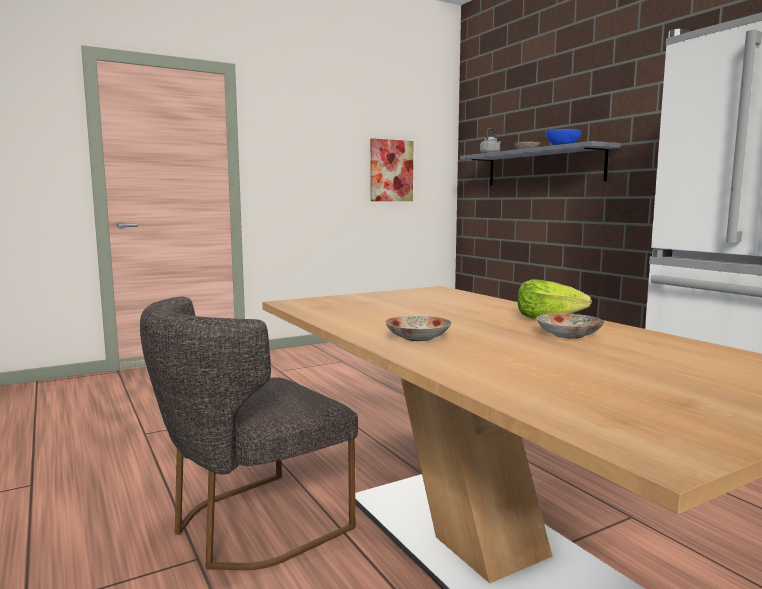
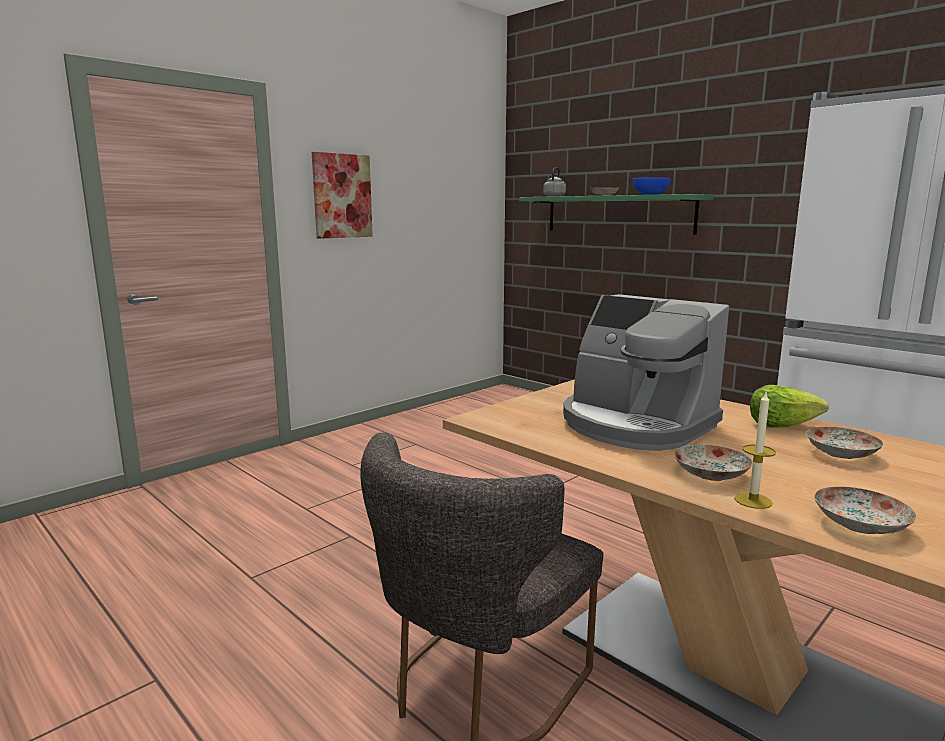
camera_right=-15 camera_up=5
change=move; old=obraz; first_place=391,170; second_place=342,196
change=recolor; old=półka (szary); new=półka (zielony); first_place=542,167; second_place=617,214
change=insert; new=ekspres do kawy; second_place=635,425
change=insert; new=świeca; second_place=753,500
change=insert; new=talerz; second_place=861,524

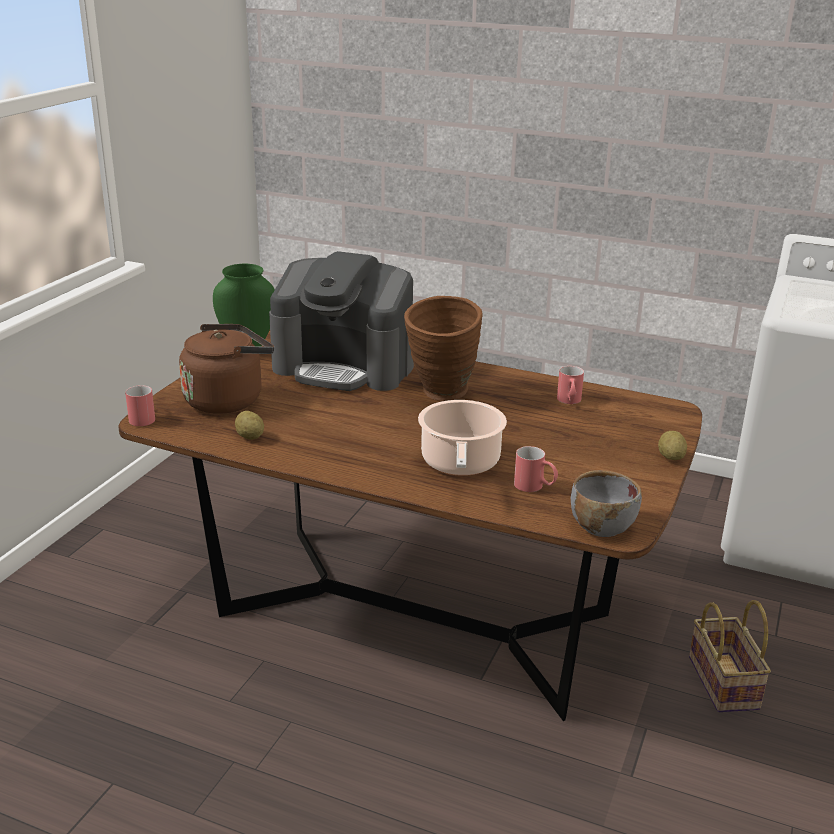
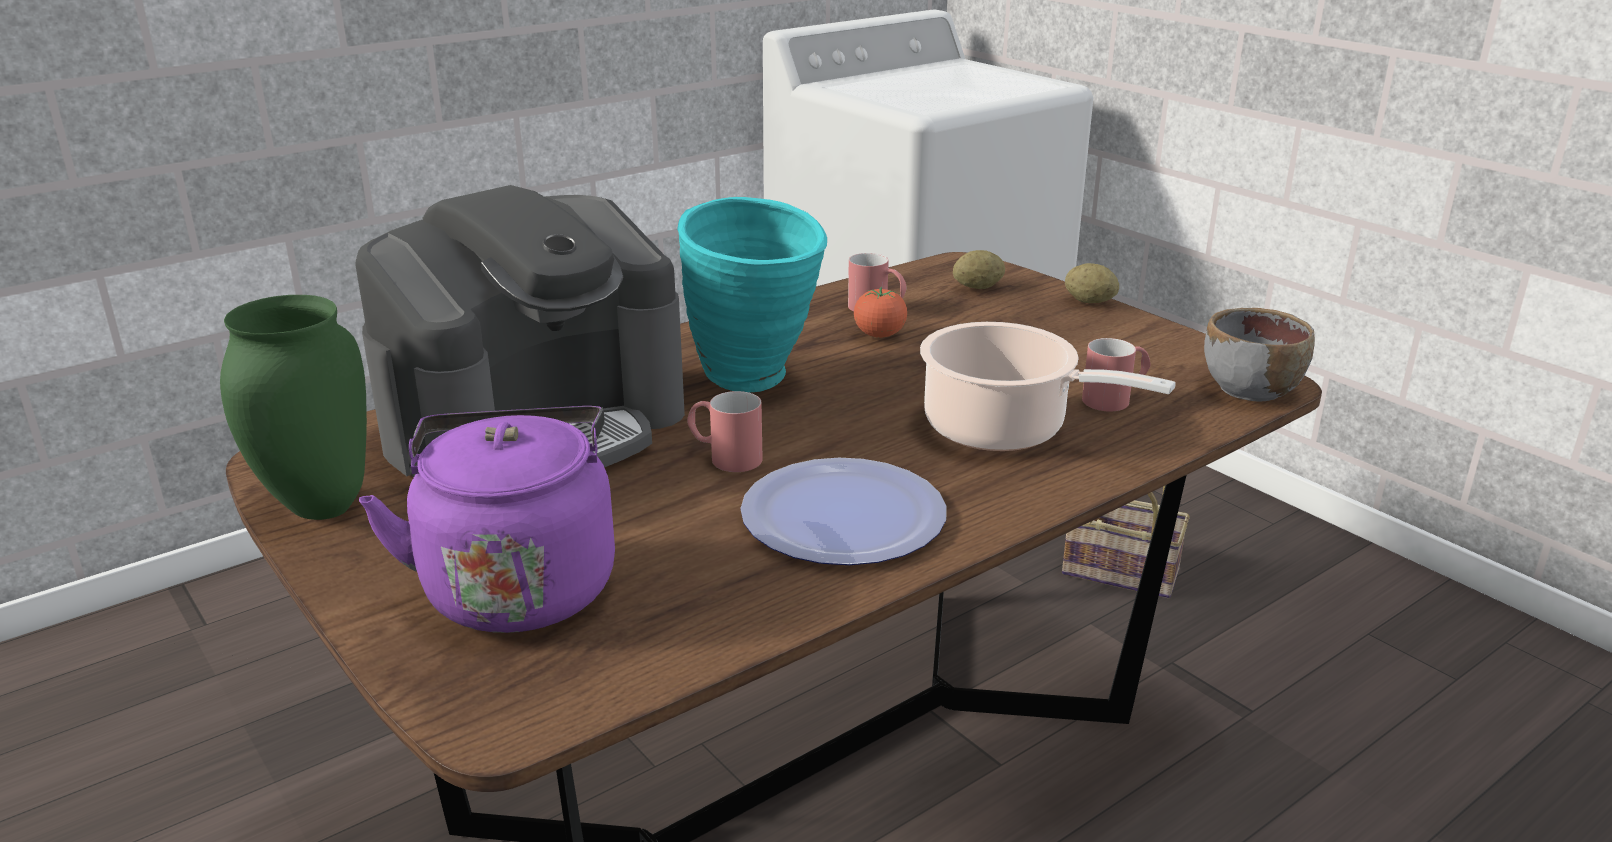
camera_right=-60 camera_up=0
change=recolor; old=wazon (brązowy); new=wazon (turkusowy); first_place=441,396; second_place=756,382
change=recolor; old=czajnik (brązowy); new=czajnik (fioletowy); first_place=227,399; second_place=519,583
change=move; old=kubek (czerwony); first_place=143,417; second_place=724,457
change=move; old=ziemniak; first_place=250,437; second_place=977,287
change=insert; new=pomidor; second_place=879,335
change=insert; new=talerz; second_place=844,516

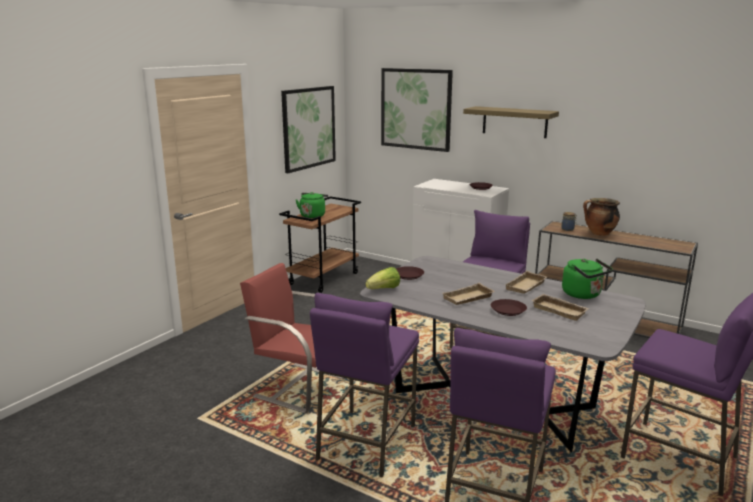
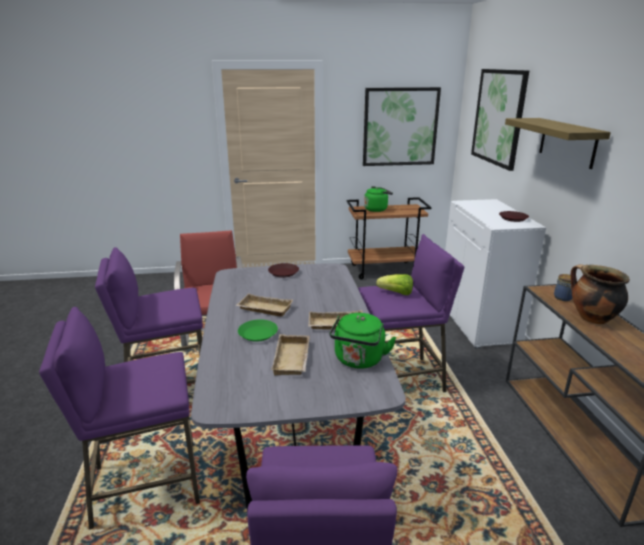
camera_right=50 camera_up=5
change=move; old=sałata; first_place=384,289; second_place=396,293
change=recolor; old=talerz (brązowy); new=talerz (zielony); first_place=508,310; second_place=258,334

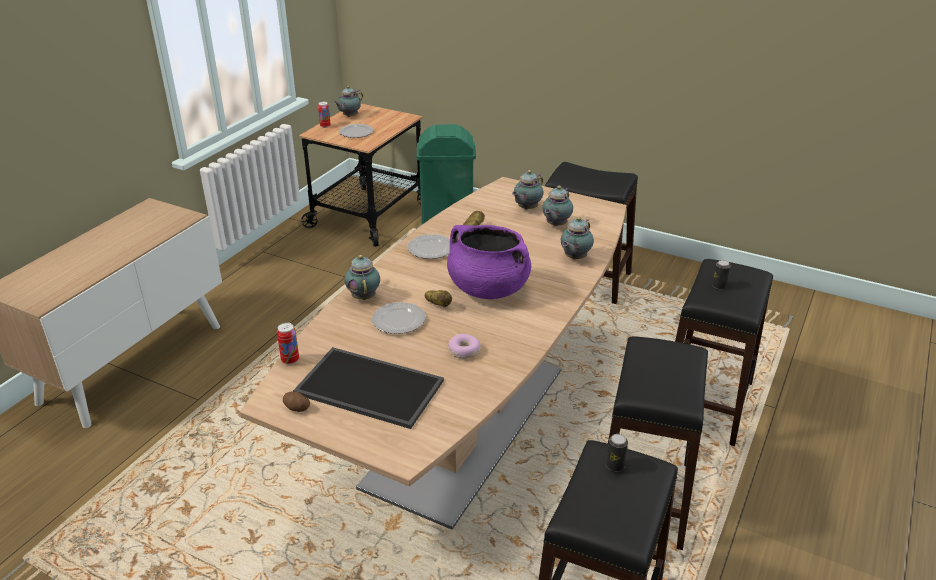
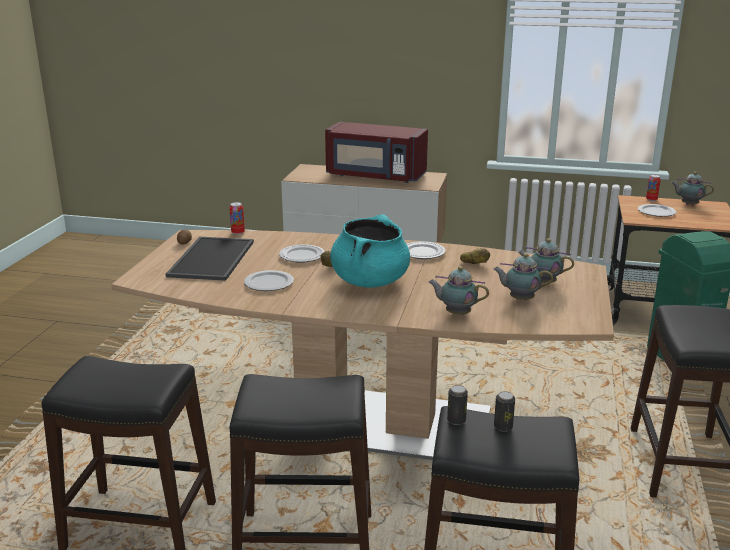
camera_right=75 camera_up=-10
change=recolor; old=garnek (fioletowy); new=garnek (turkusowy); first_place=487,289; second_place=370,281
change=delete; old=imbryk; first_place=364,296
change=replace; old=donut; new=talerz; first_place=464,351; second_place=268,283
change=move; old=puszka; first_place=615,465; second_place=456,420
change=insert; new=mikrofalówka (czerwony); second_place=375,176

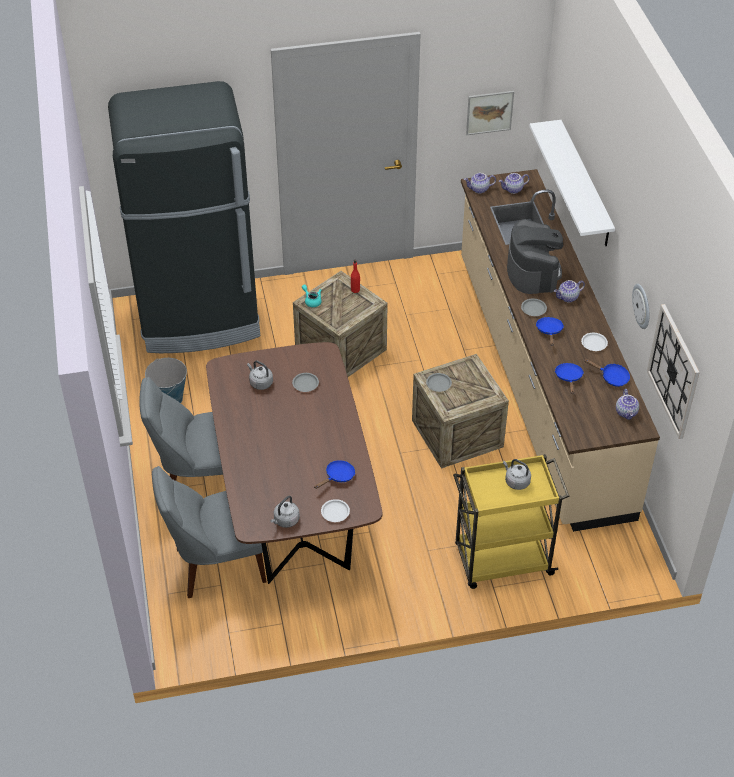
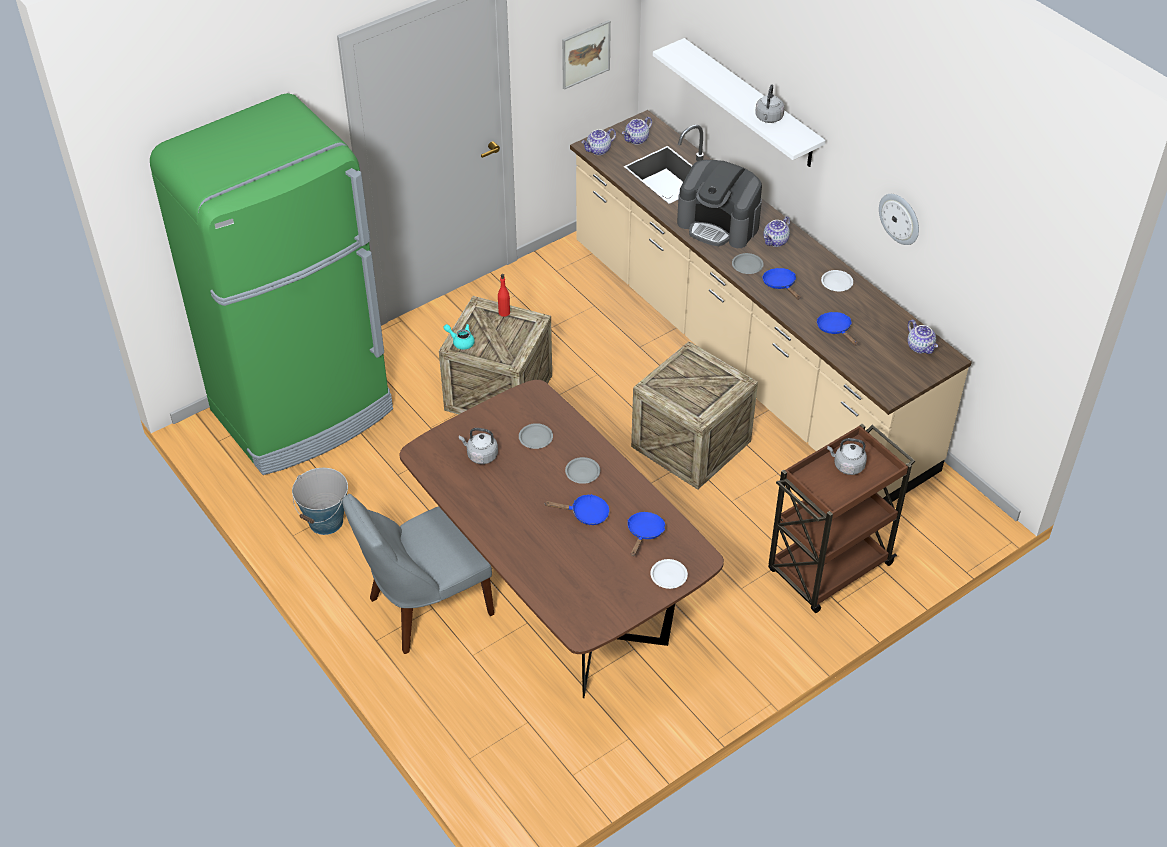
camera_right=-25 camera_up=0
change=recolor; old=lodówka (czarny); new=lodówka (zielony); first_place=199,318; second_place=304,412
change=rotate; old=ekspres do kawy; first_place=533,271; second_place=719,224; degrees=150
change=delete; old=zegar ścienny; first_place=674,371
change=move; old=patelnia (niebieski); first_place=611,377; second_place=585,514
change=move; old=talerz (szary); first_place=439,384; second_place=583,472
change=recolor; old=wózek (żółty); new=wózek (brązowy); first_place=501,561; second_place=828,569
change=delete; old=krzesło (szary); first_place=215,565
change=move; old=czajnik (szary); first_place=285,521; second_place=768,118

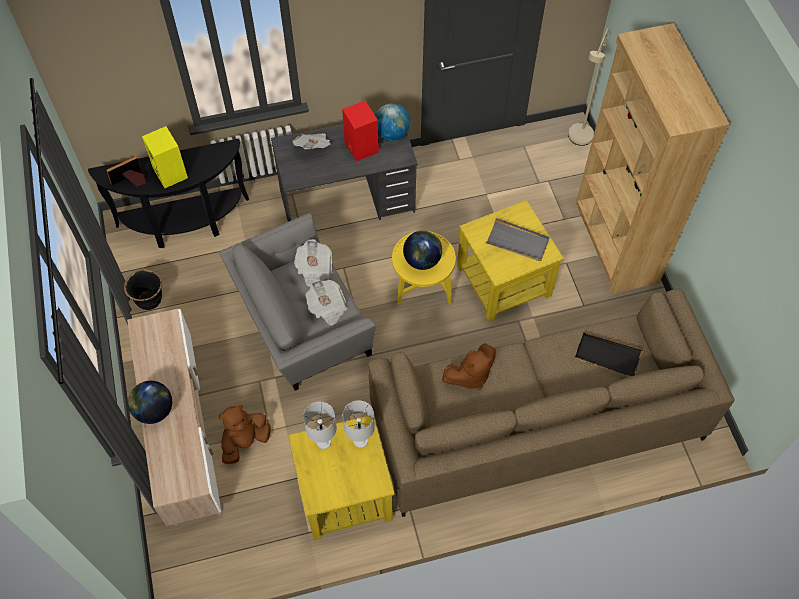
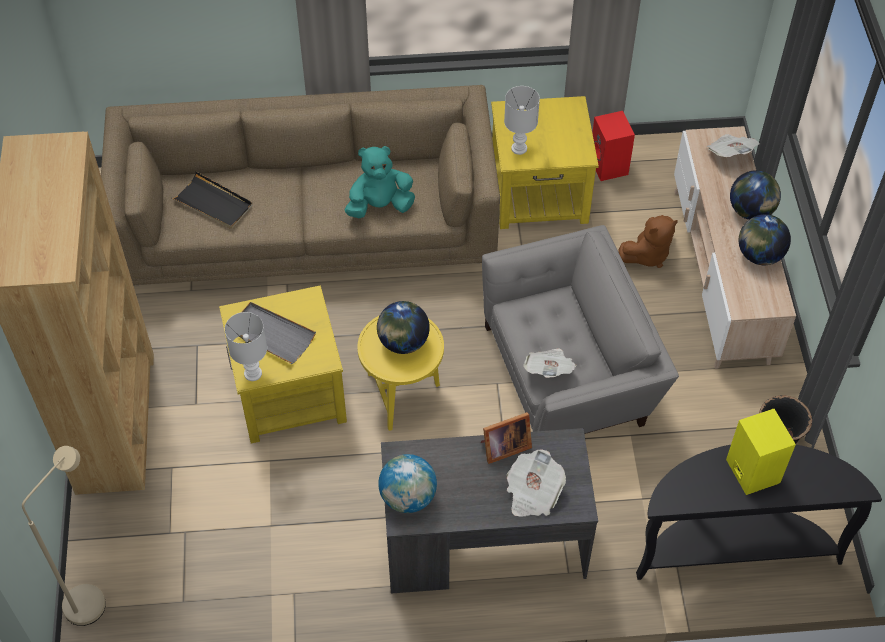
camera_right=-170 camera_up=-5
change=move; old=głośnik (czerwony); first_place=360,146; second_place=609,166
change=move; old=ramka na zdjęcie; first_place=130,181; second_place=503,447
change=move; old=gazeta; first_place=327,307; second_place=730,154
change=recolor; old=pluszak (brązowy); new=pluszak (turkusowy); first_place=470,375; second_place=380,206
change=move; old=lampa stołowa (biały); first_place=324,441; second_place=252,374
change=insert; new=globus; second_place=759,255

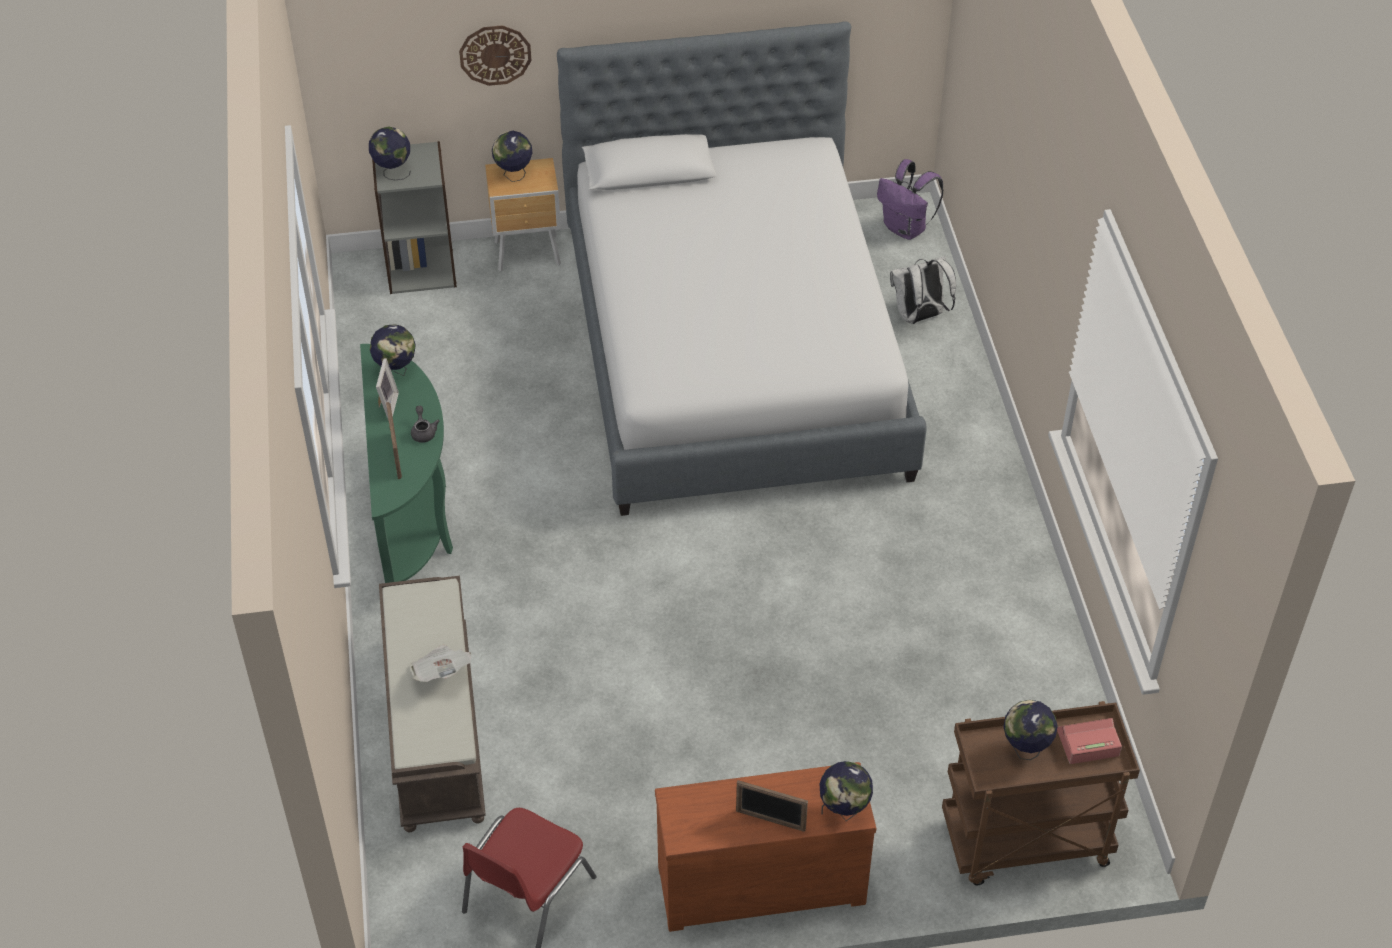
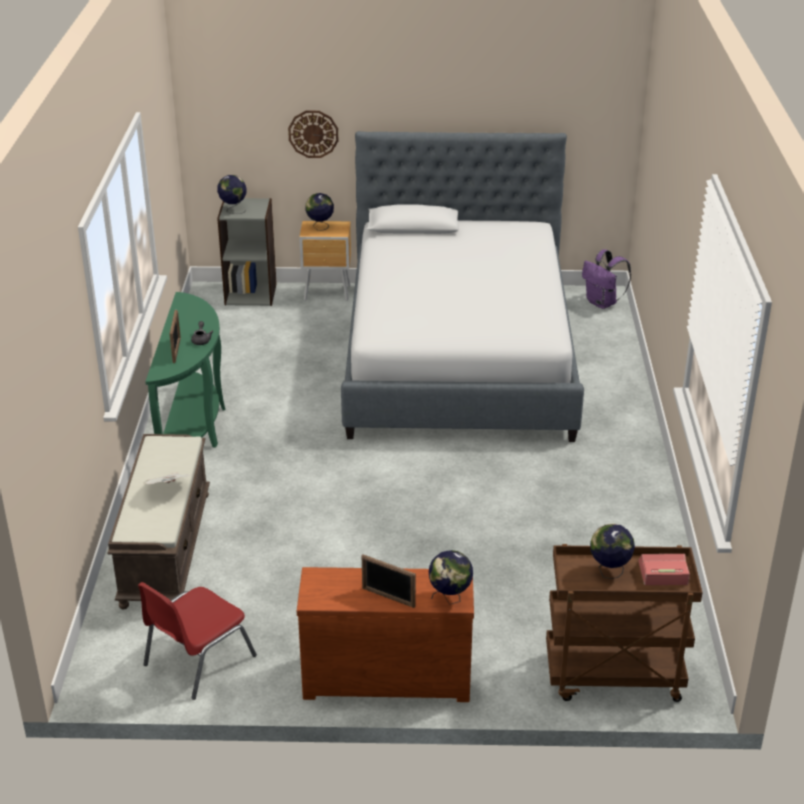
camera_right=10 camera_up=-15
change=delete; old=plecak (biały); first_place=919,317
change=delete; old=globus; first_place=396,372
change=delete; old=ramka na zdjęcie; first_place=386,406

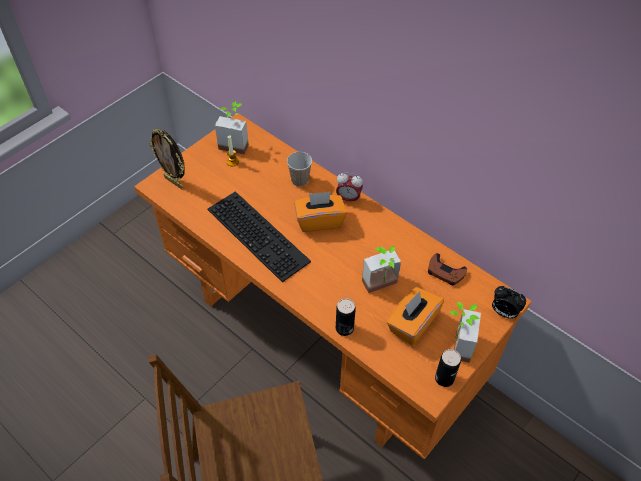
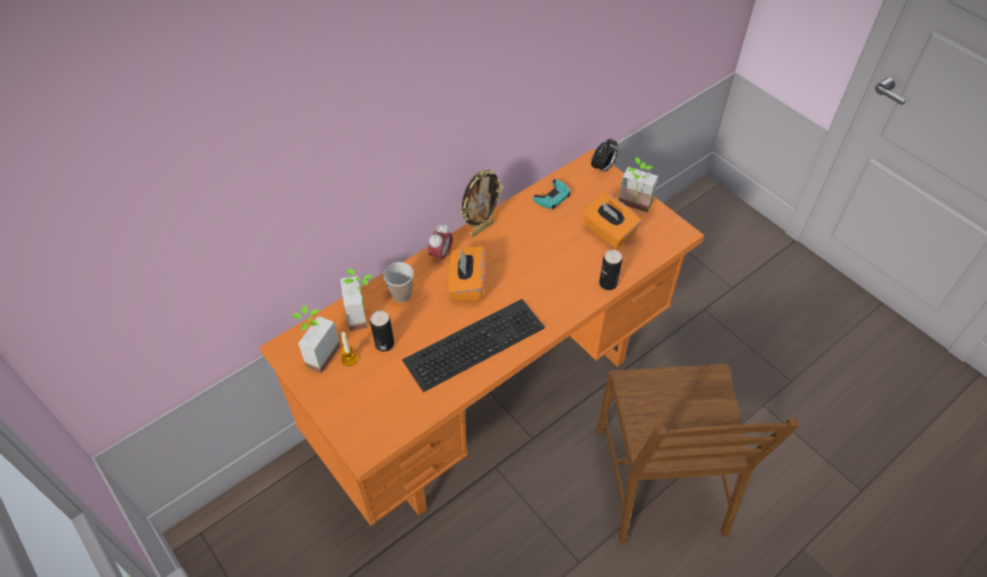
camera_right=-80 camera_up=0
change=move; old=ramka na zdjęcie; first_place=174,182; second_place=481,229
change=move; old=roślina doniczkowa; first_place=382,287; second_place=364,314
change=recolor; old=pad do gier (brązowy); new=pad do gier (turkusowy); first_place=445,272; second_place=552,197
change=move; old=puszka; first_place=444,378; second_place=384,344

